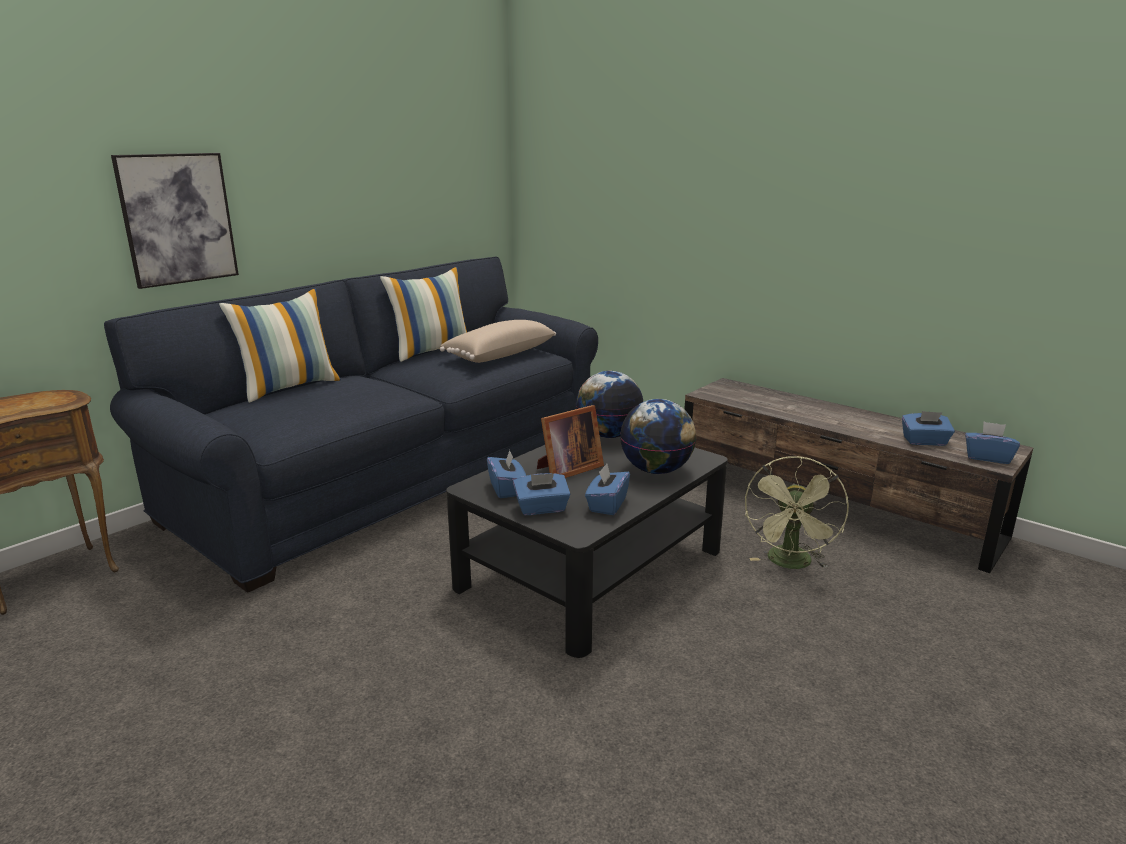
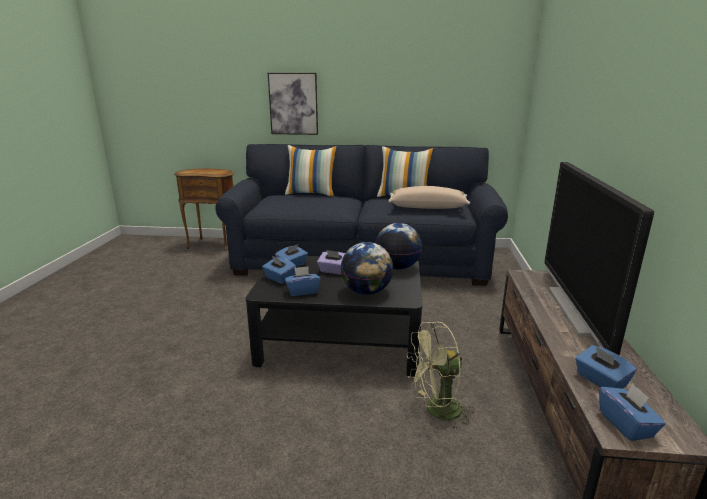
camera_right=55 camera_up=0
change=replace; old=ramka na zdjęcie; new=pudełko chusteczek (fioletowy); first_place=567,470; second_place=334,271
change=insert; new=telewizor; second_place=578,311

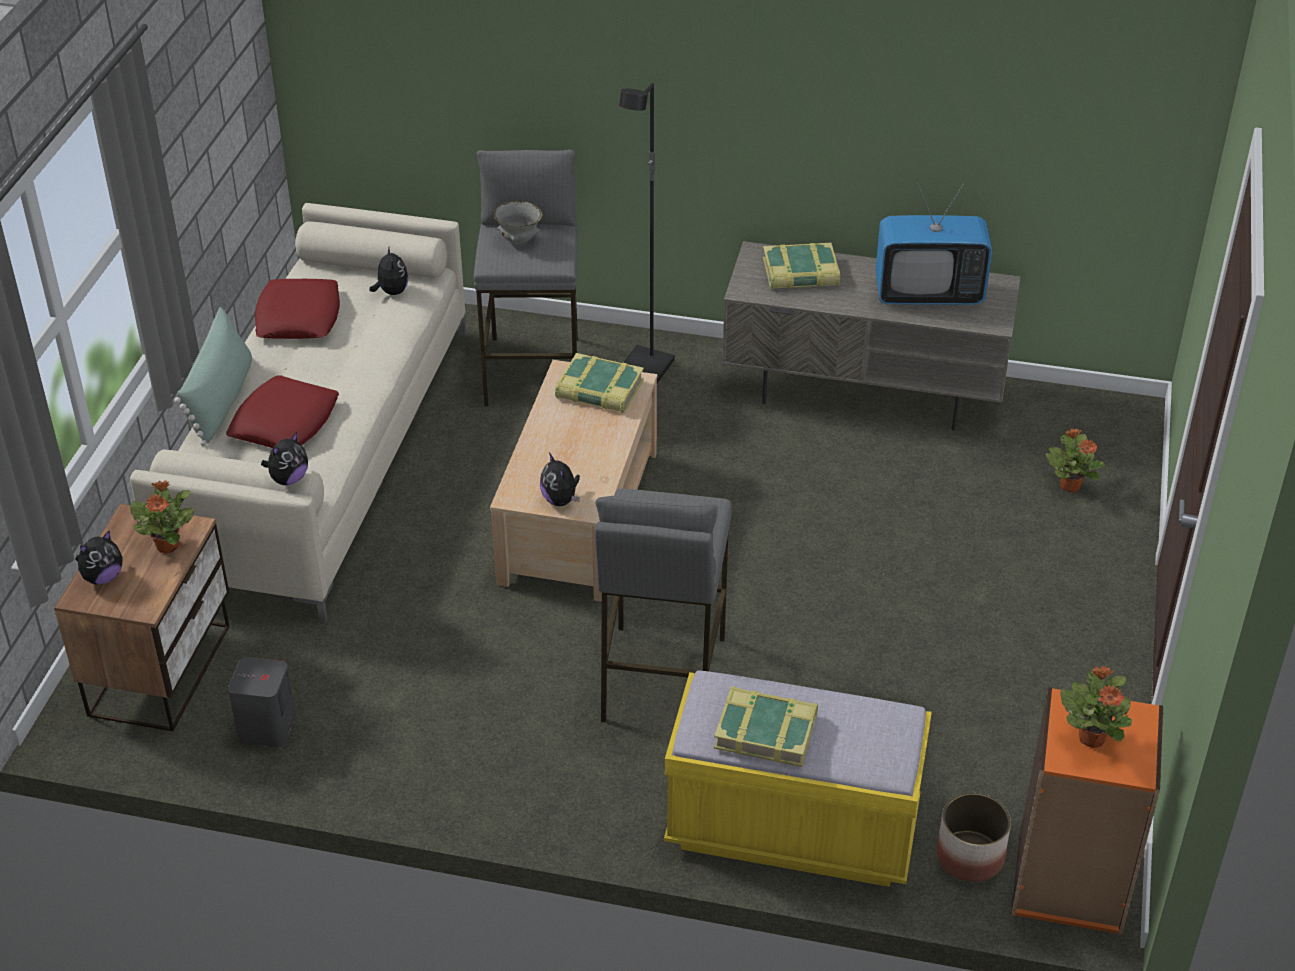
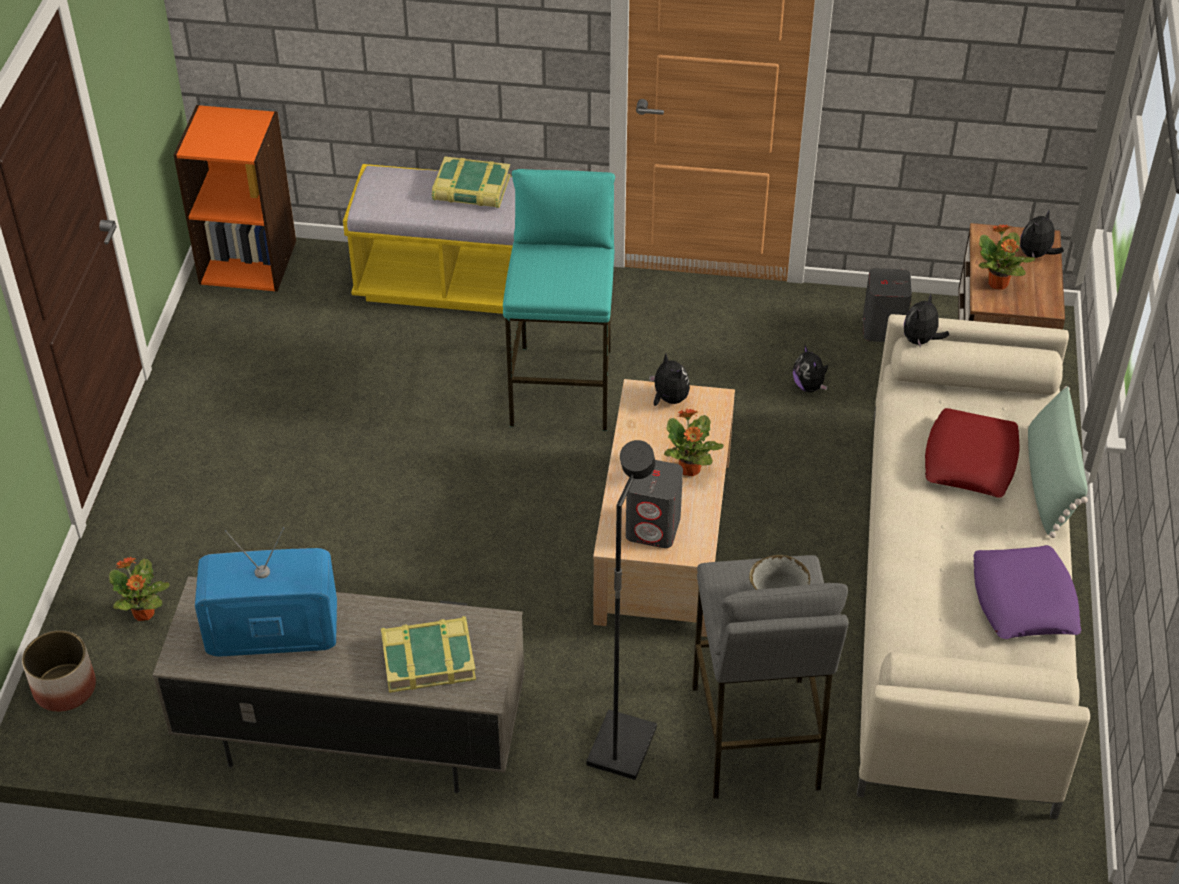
camera_right=175 camera_up=5
change=move; old=pluszak; first_place=391,292; second_place=809,386
change=recolor; old=poduszka (czerwony); new=poduszka (fioletowy); first_place=298,317; second_place=1024,600
change=replace; old=książka; new=głośnik (szary); first_place=599,390; second_place=653,528
change=recolor; old=stołek (szary); new=stołek (turkusowy); first_place=661,679; second_place=563,387
change=move; old=roślina doniczkowa; first_place=1091,737; second_place=689,470
change=move; old=donica; first_place=970,856; second_place=64,688

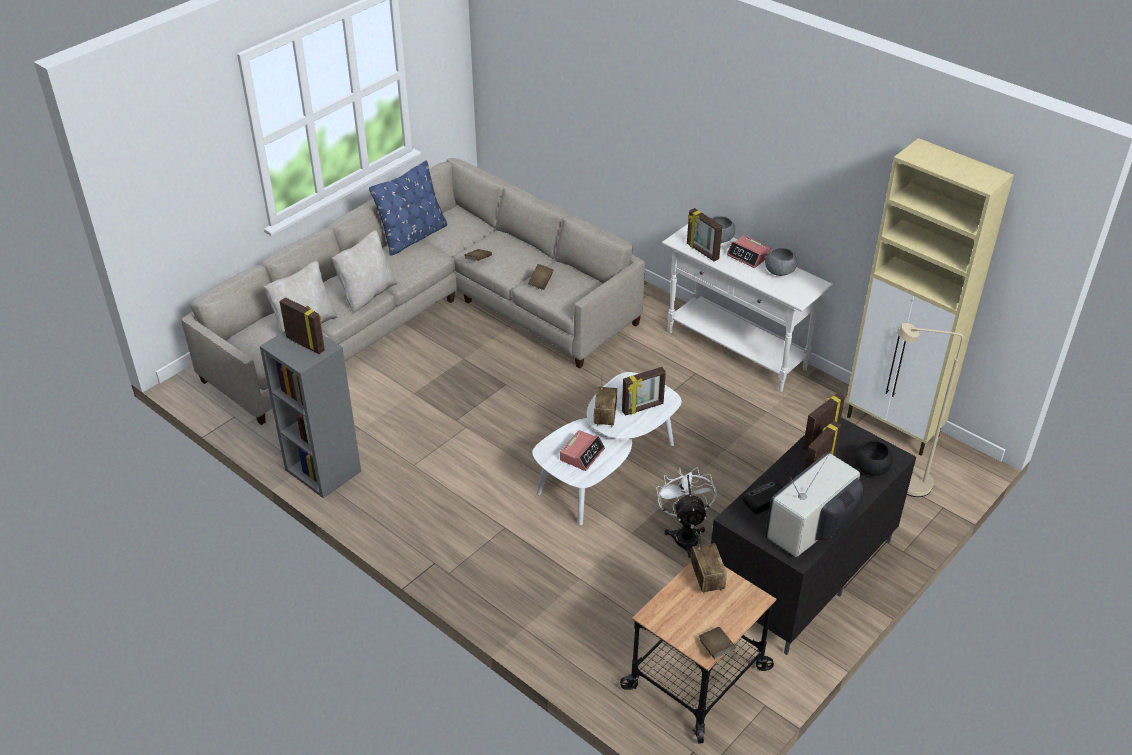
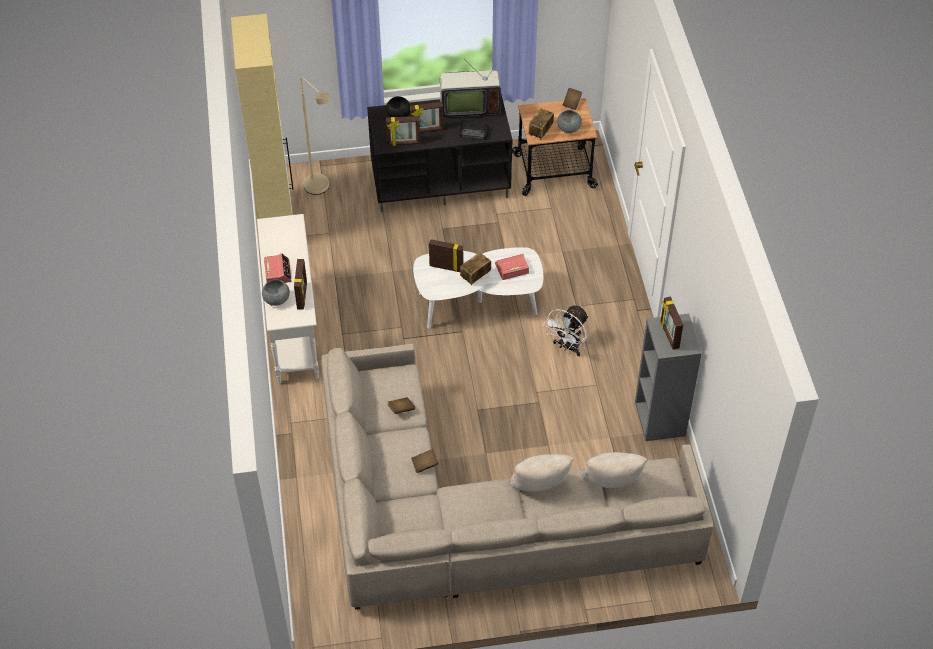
camera_right=-140 camera_up=10
change=delete; old=poduszka (niebieski); first_place=413,237
change=move; old=miska (szary); first_place=779,271; second_place=568,128
change=move; old=wentylator (biały); first_place=685,534; second_place=567,347

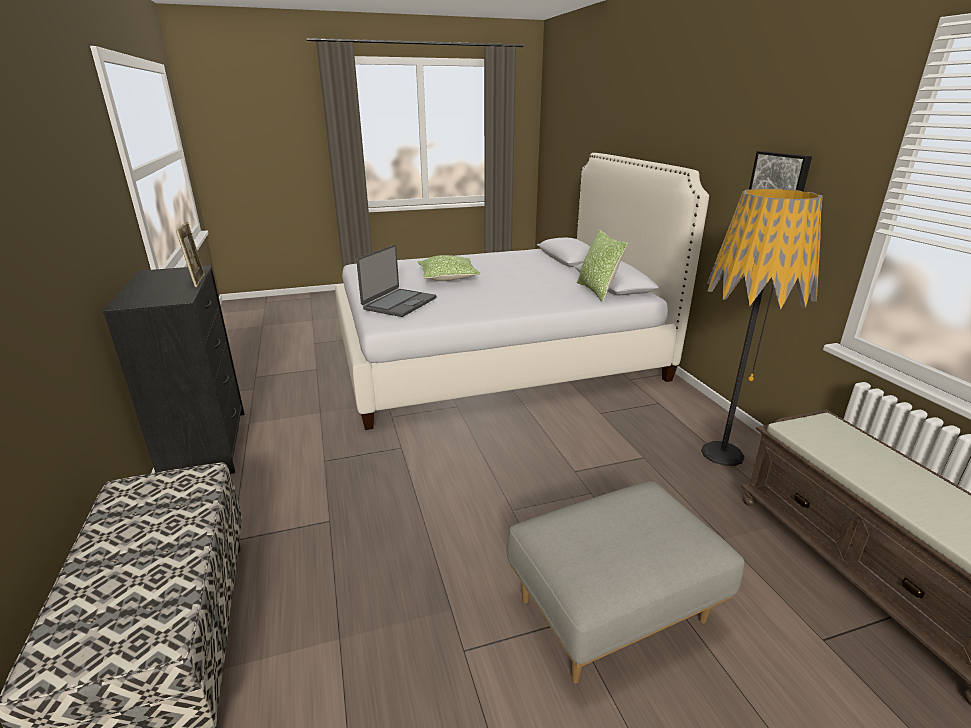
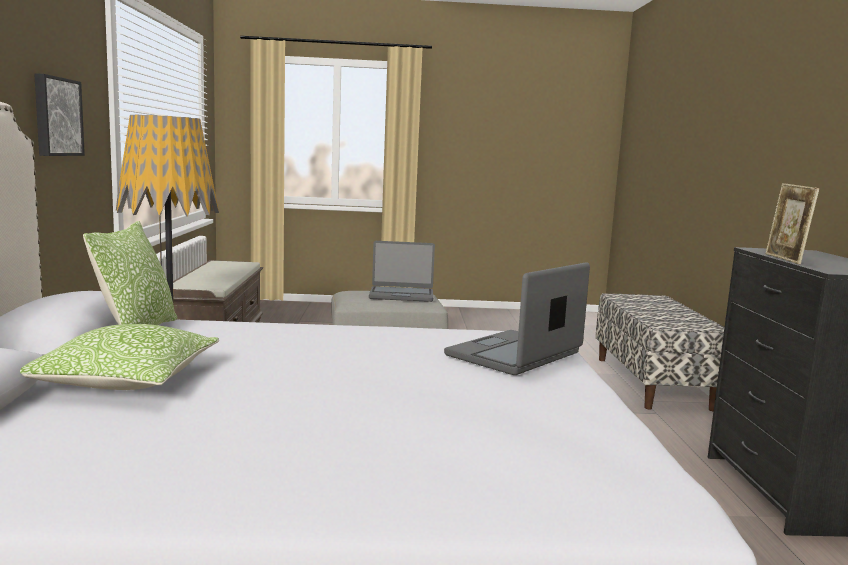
camera_right=-165 camera_up=-15
change=move; old=poduszka; first_place=448,277; second_place=125,380
change=insert; new=laptop; second_place=401,295

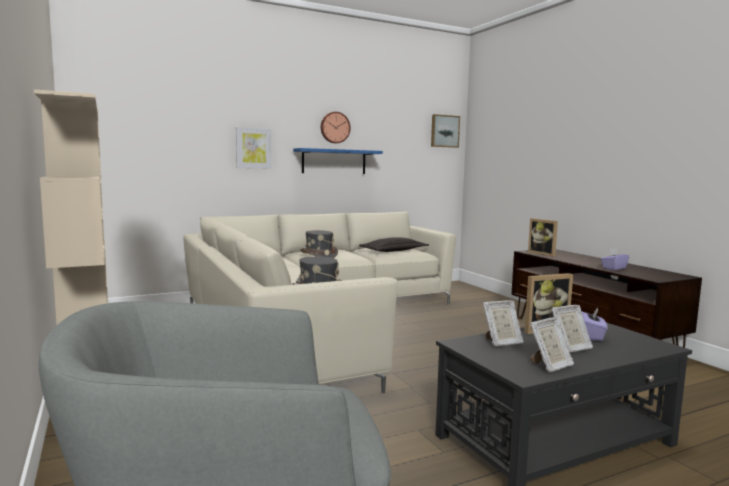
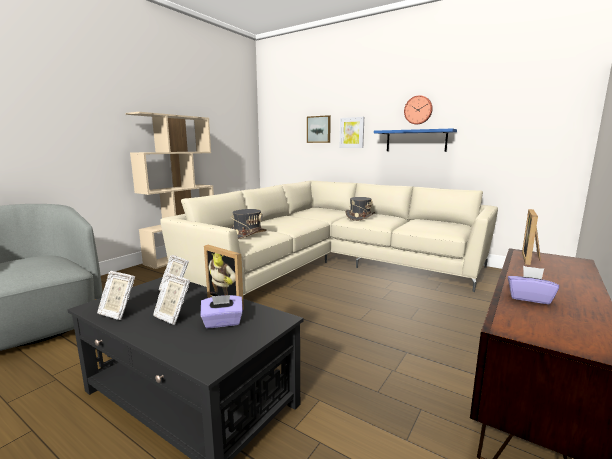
camera_right=60 camera_up=5
change=move; old=obraz; first_place=444,131; second_place=319,129
change=delete; old=poduszka; first_place=394,251

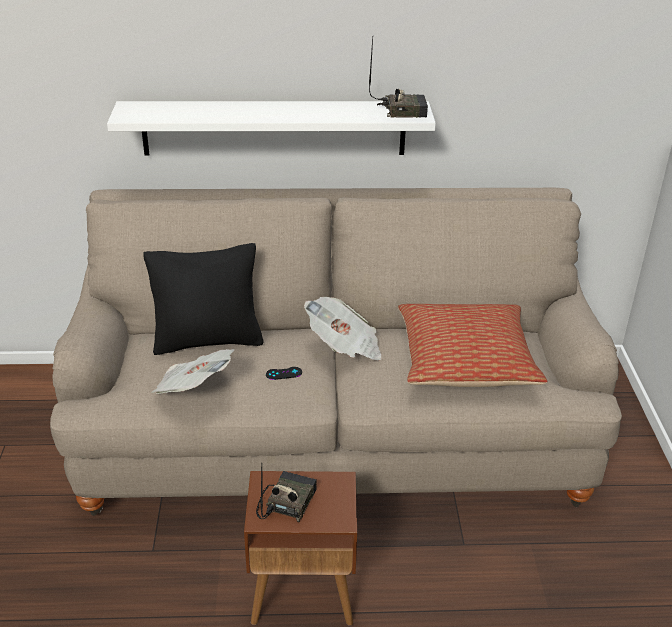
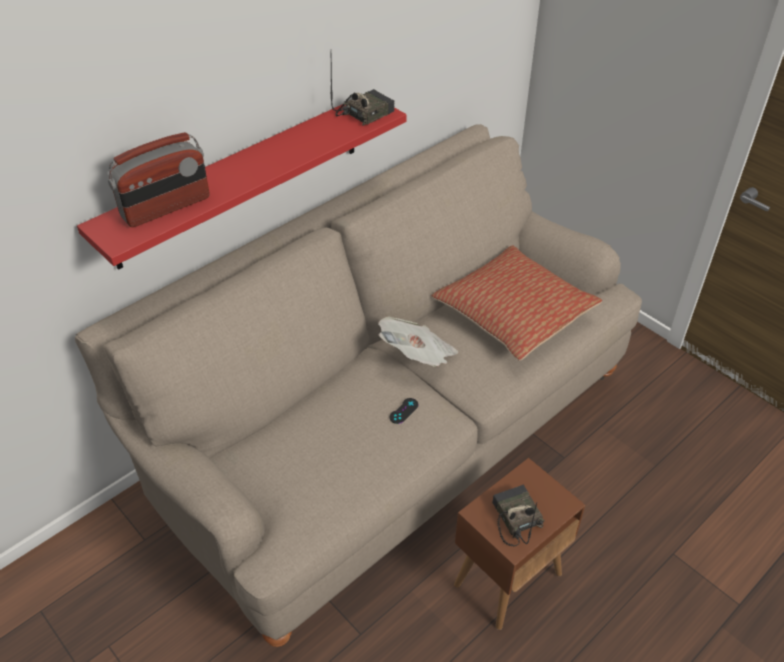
camera_right=-40 camera_up=10
change=recolor; old=półka (biały); new=półka (czerwony); first_place=274,128; second_place=240,179
change=delete; old=poduszka (czarny); first_place=208,341
change=delete; old=gazeta; first_place=194,388
change=insert; new=radio; second_place=166,208

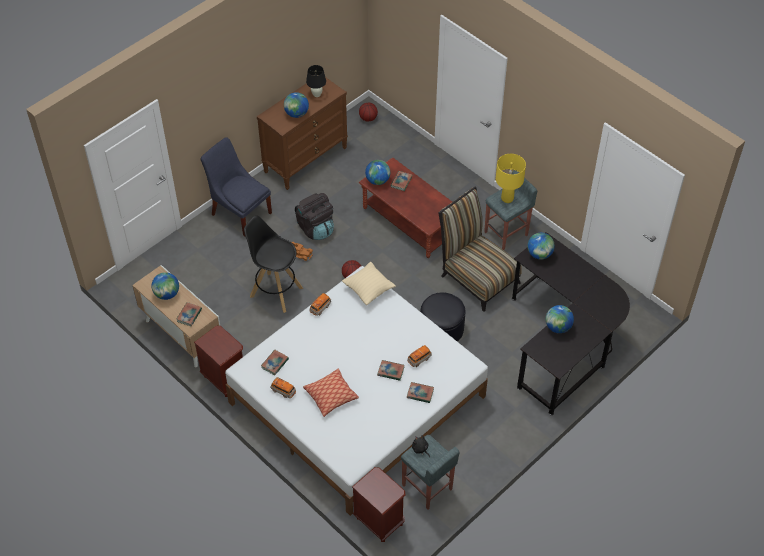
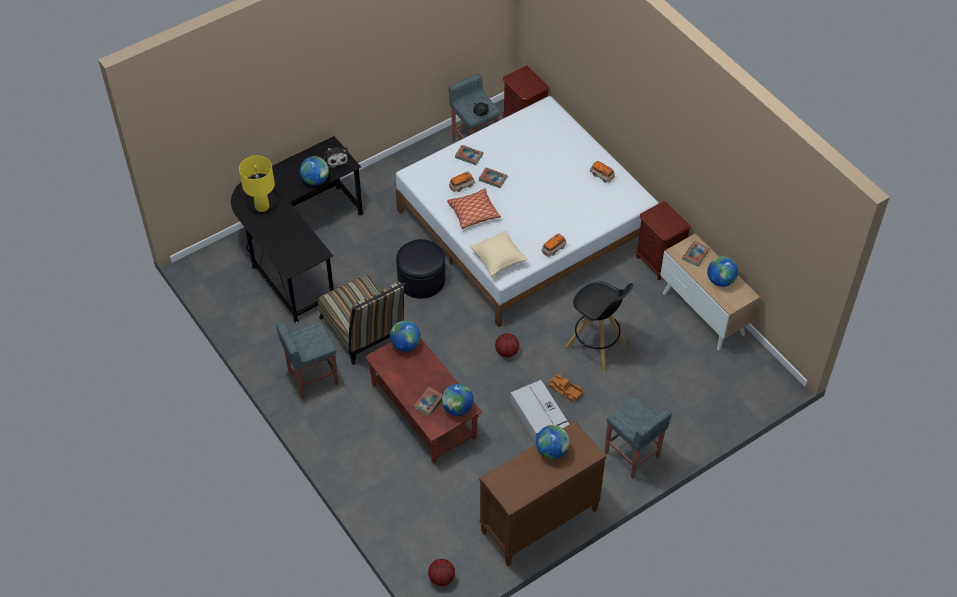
camera_right=-170 camera_up=0
change=delete; old=lampa stołowa (czarny); first_place=316,94
change=replace; old=krzesło (niebieski); new=stołek (szary); first_place=240,212; second_place=632,456
change=move; old=lampa stołowa (żółty); first_place=507,199; second_place=262,206
change=replace; old=plecak (czarny); new=pojemnik do przechowywania (szary); first_place=316,228; second_place=540,419
change=move; old=globus; first_place=539,254; second_place=405,345
change=delete; old=książka; first_place=275,363
change=move; old=poduszka; first_place=331,396; second_place=473,213
change=insert; new=pluszak; second_place=335,159

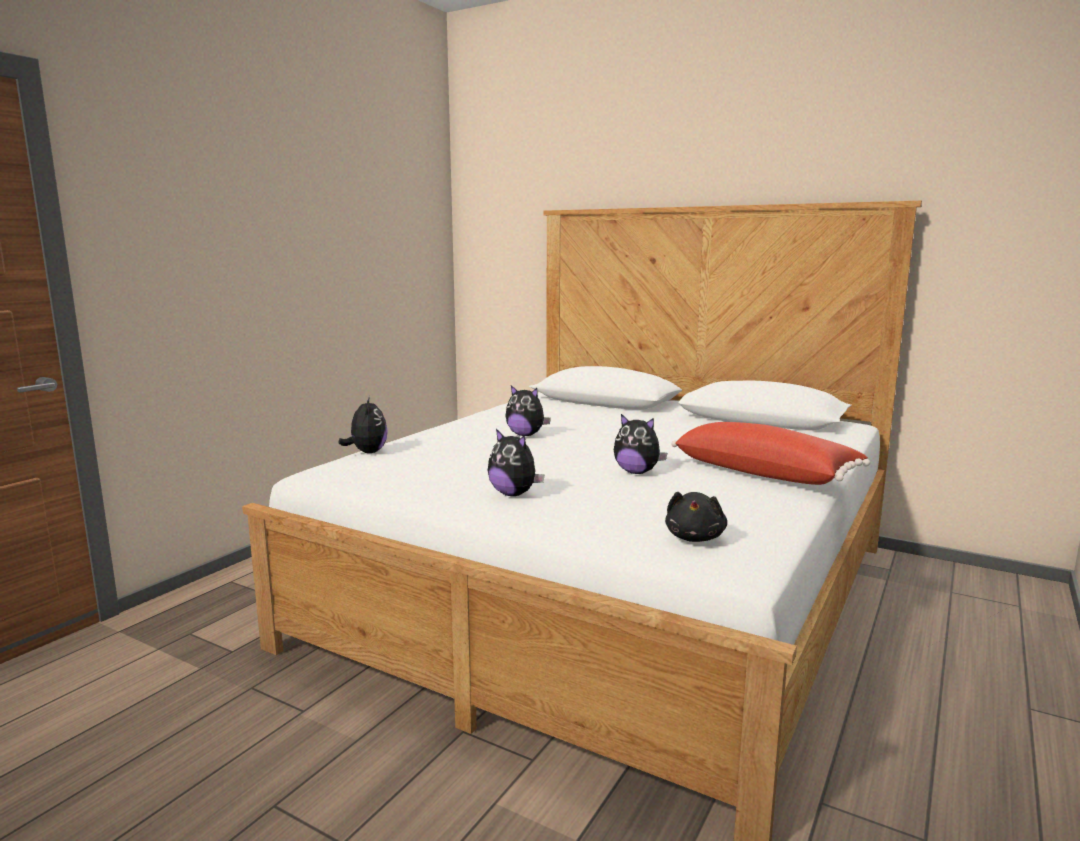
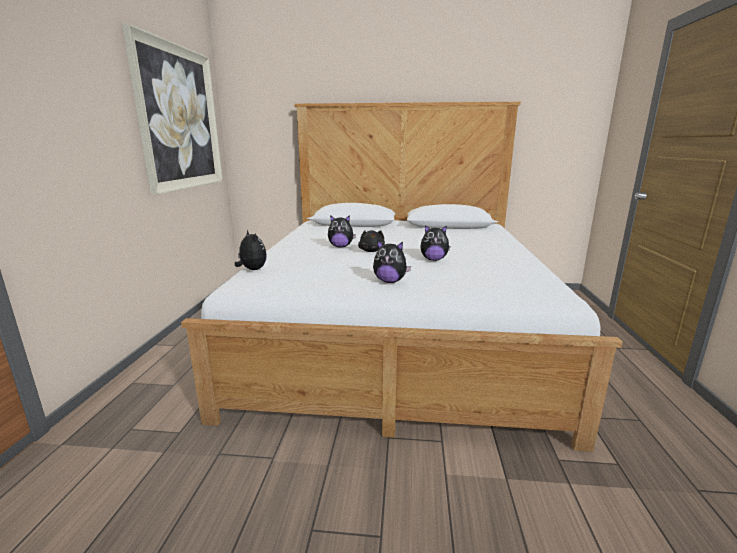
camera_right=-25 camera_up=5
change=delete; old=poduszka (czerwony); first_place=765,473
change=move; old=pluszak (czarny); first_place=695,537; second_place=371,251
change=insert; new=obraz; second_place=179,118

